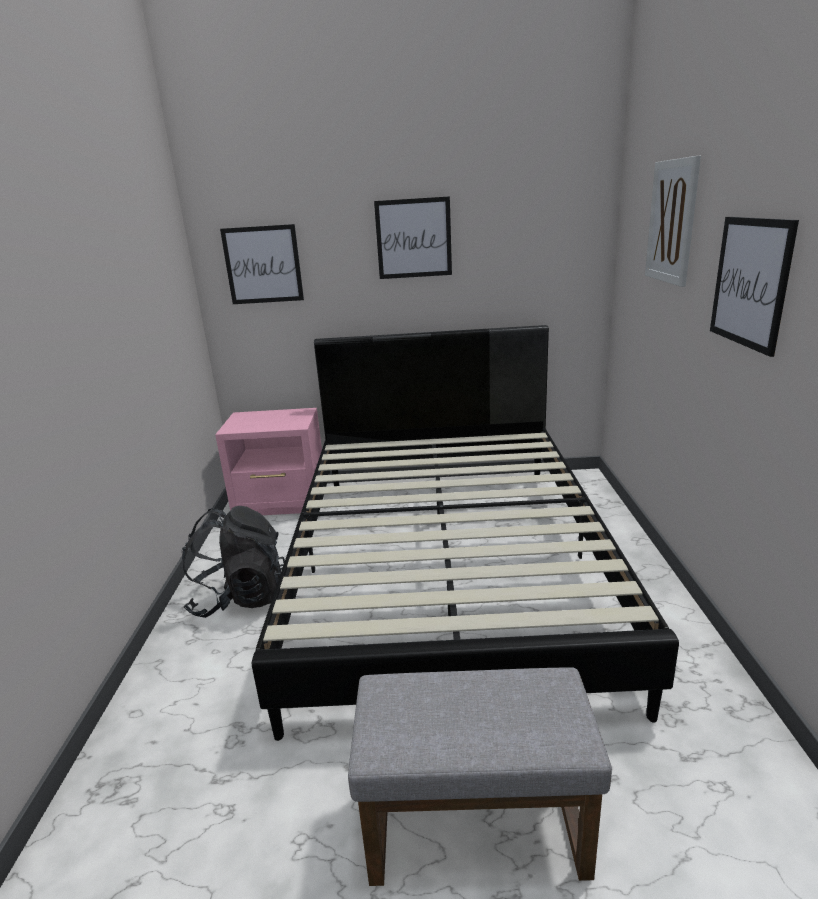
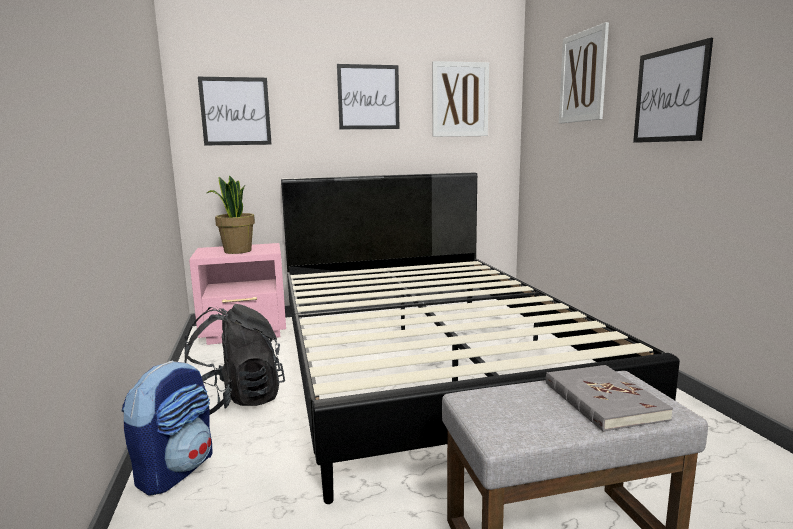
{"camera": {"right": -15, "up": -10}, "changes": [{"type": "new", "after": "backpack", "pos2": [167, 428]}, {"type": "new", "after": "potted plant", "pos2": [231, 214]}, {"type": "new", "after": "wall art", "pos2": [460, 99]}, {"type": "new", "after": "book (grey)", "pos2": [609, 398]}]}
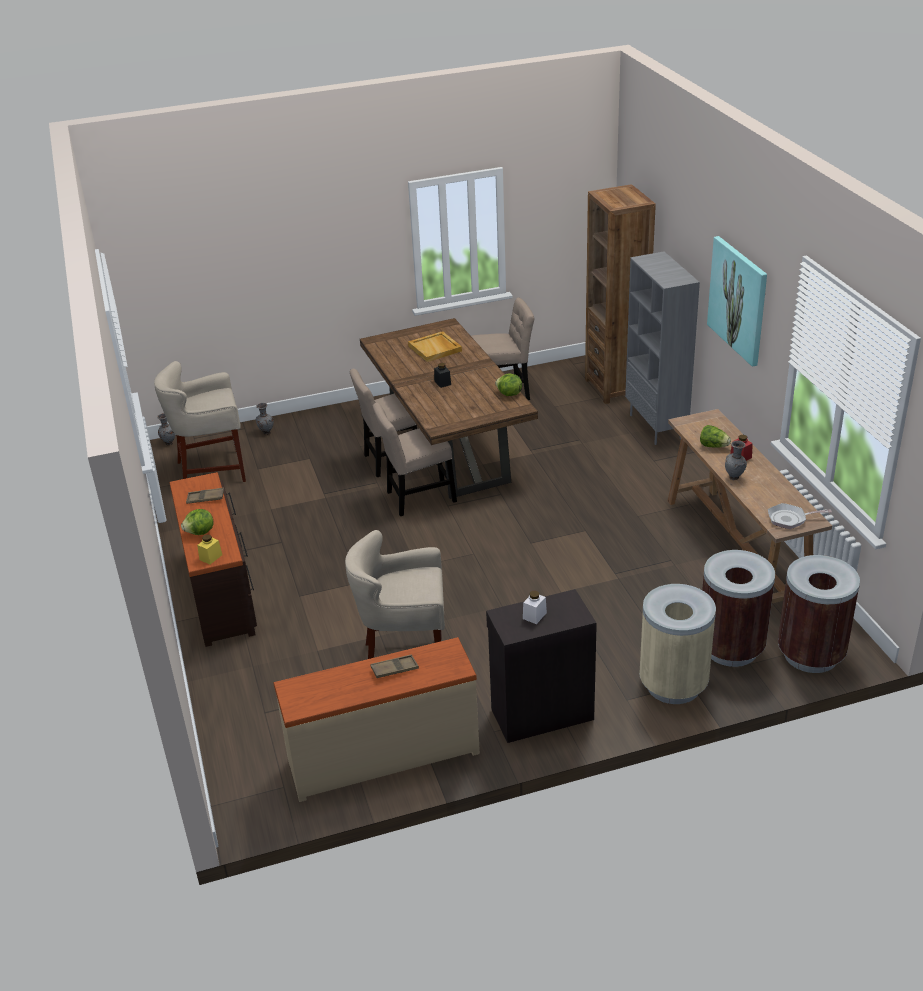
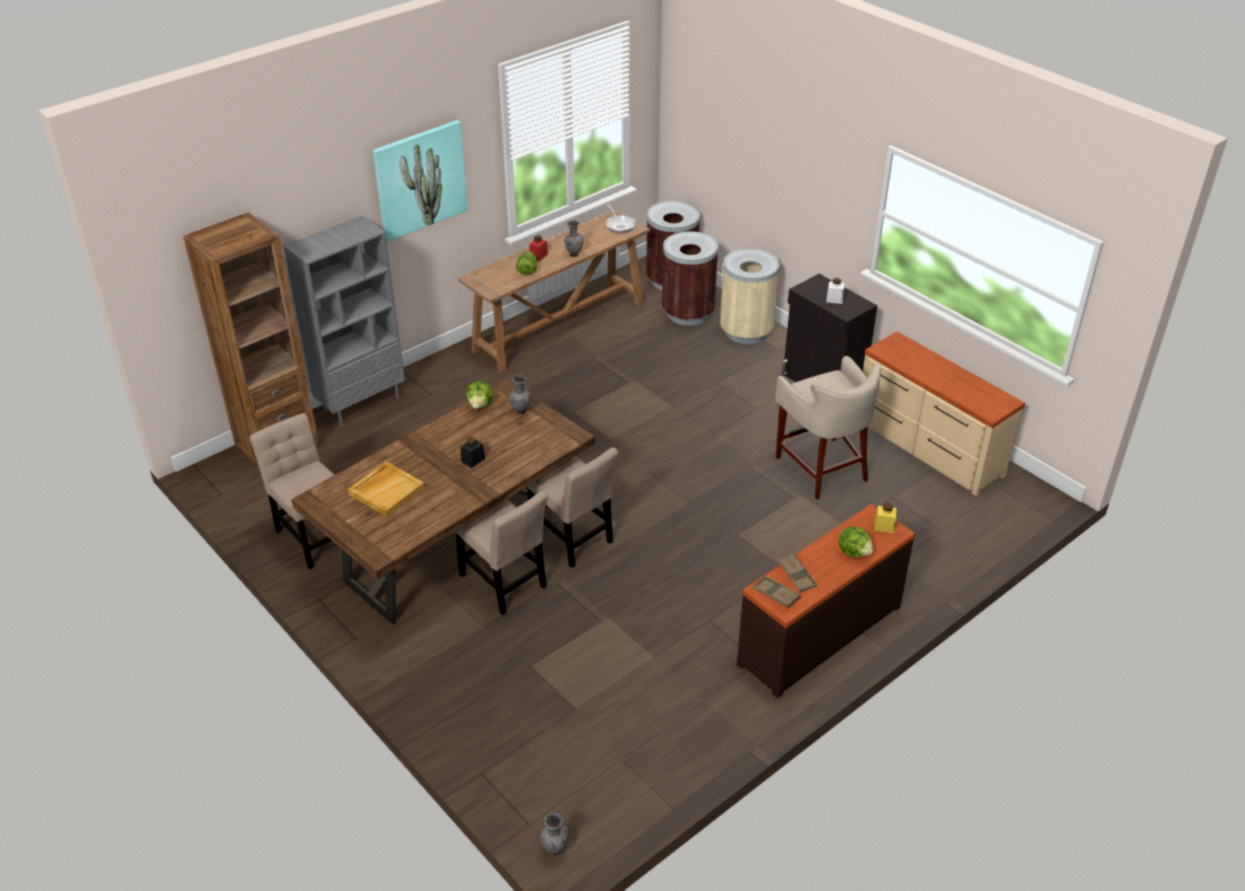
{"camera": {"right": -115, "up": 5}, "changes": [{"type": "gone", "before": "sitting stool (sand-coloured)", "pos1": [200, 421]}, {"type": "shifted", "before": "flower vase (grey)", "pos1": [265, 419], "pos2": [520, 394]}, {"type": "shifted", "before": "serving tray (brownish)", "pos1": [394, 666], "pos2": [776, 592]}]}
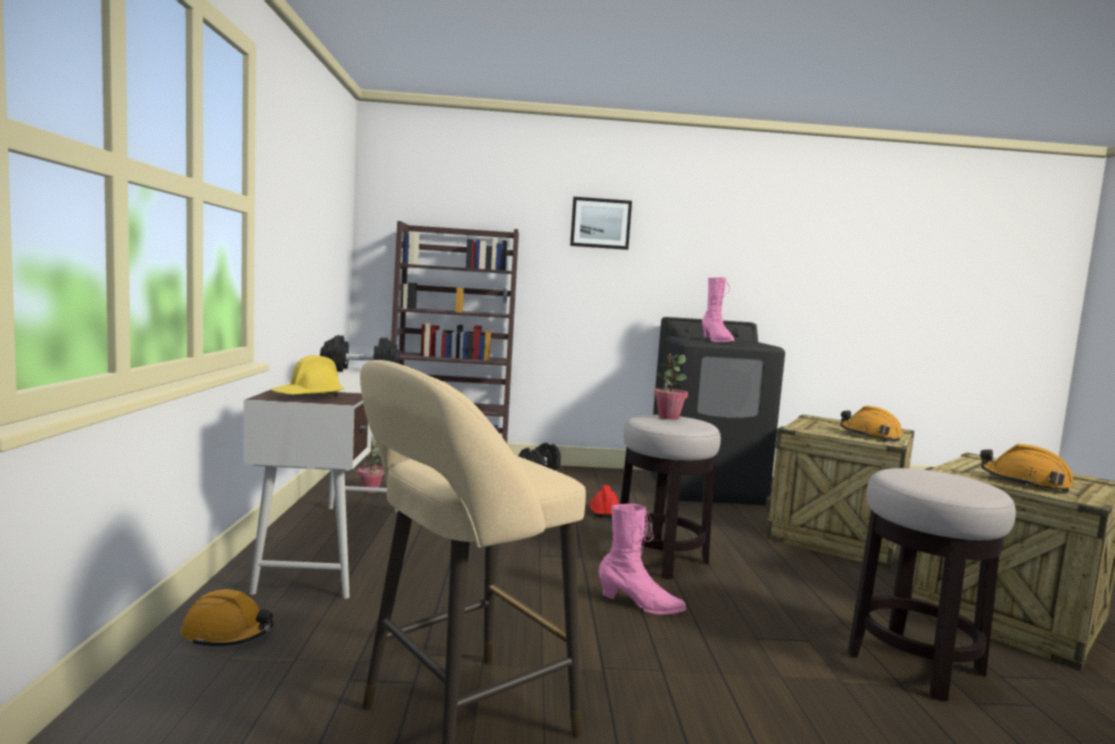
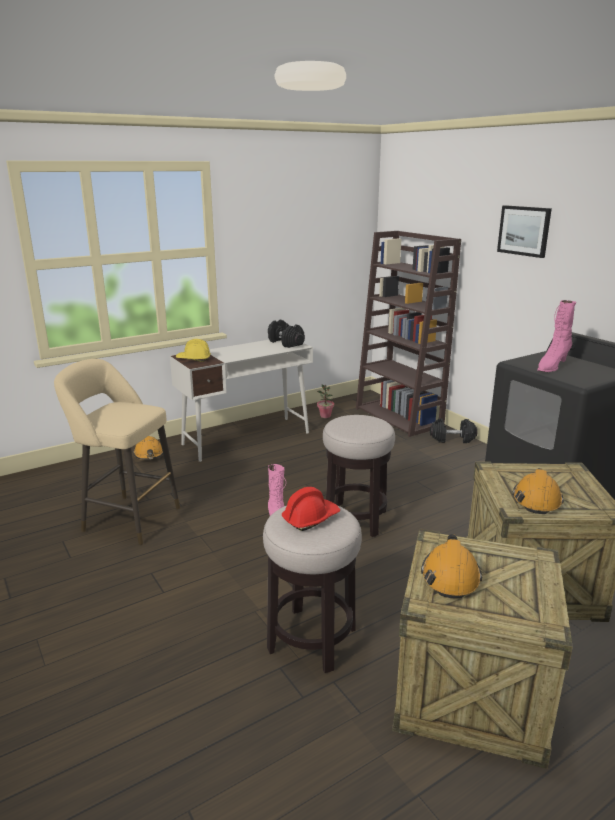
{"camera": {"right": 60, "up": 15}, "changes": [{"type": "gone", "before": "potted plant", "pos1": [671, 387]}, {"type": "shifted", "before": "work helmet (reddish)", "pos1": [604, 501], "pos2": [311, 509]}]}
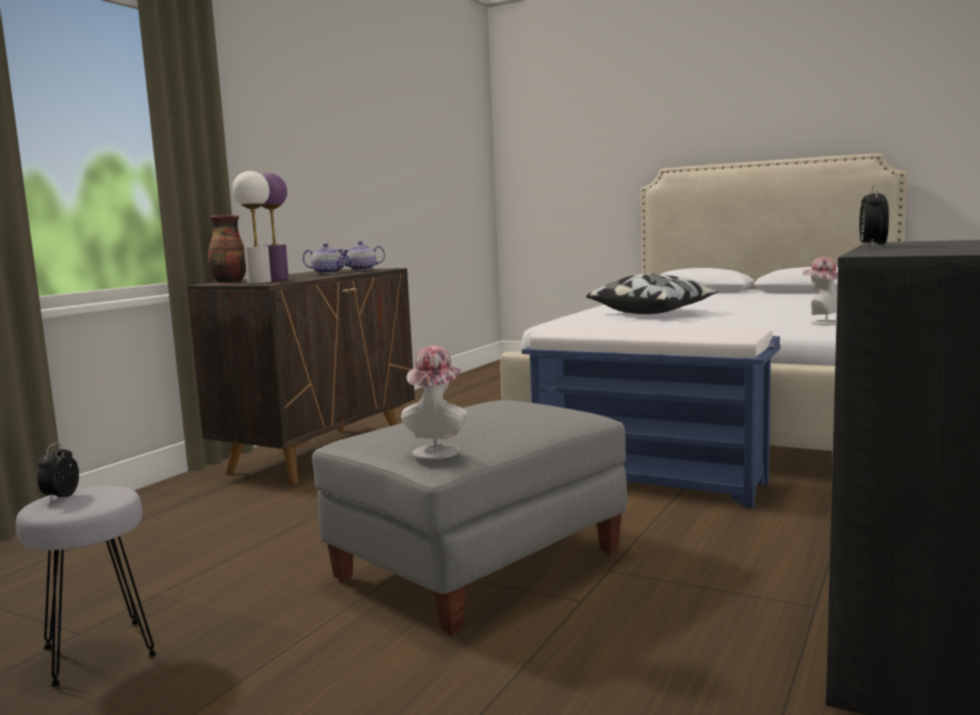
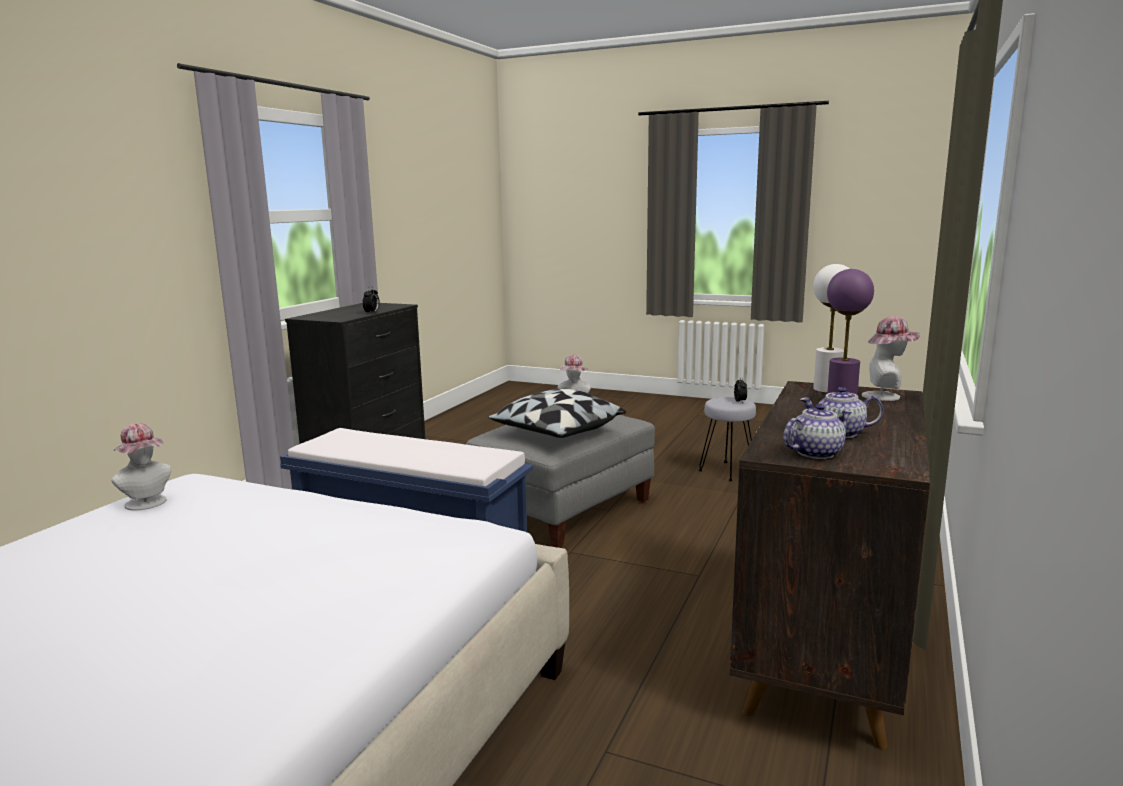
{"camera": {"right": 175, "up": 5}, "changes": [{"type": "shifted", "before": "cushion", "pos1": [652, 293], "pos2": [557, 413]}, {"type": "swapped", "before": "flower vase", "after": "hat", "pos1": [227, 249], "pos2": [891, 358]}]}
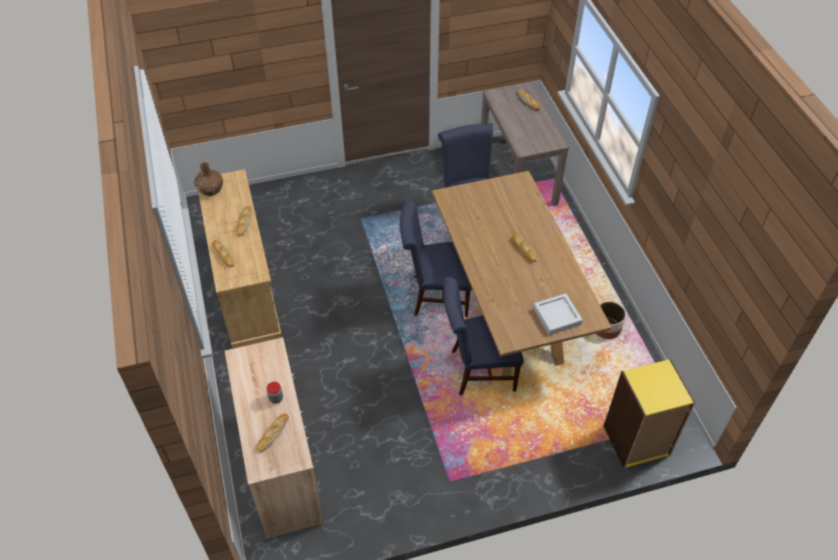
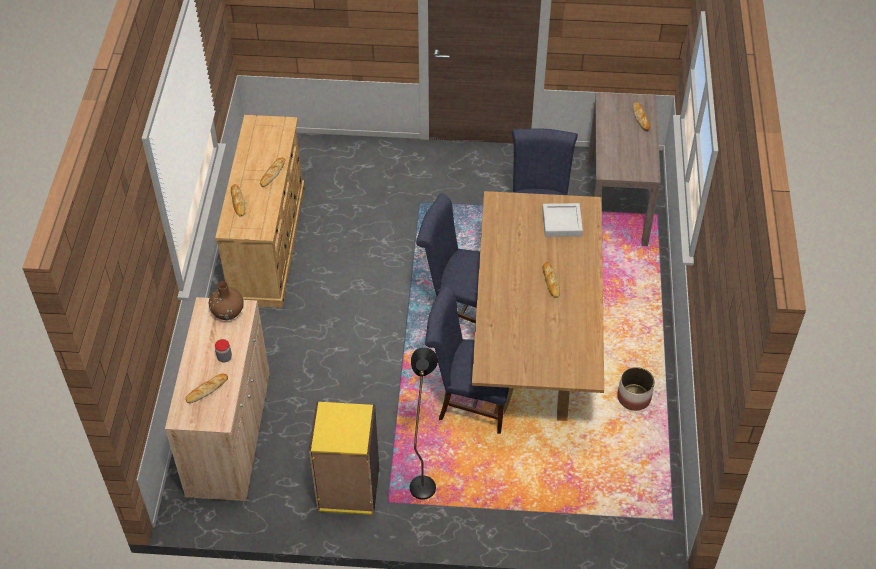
{"camera": {"right": 20, "up": 0}, "changes": [{"type": "new", "after": "standing lamp (black)", "pos2": [424, 423]}, {"type": "shifted", "before": "flower vase (brownish)", "pos1": [208, 179], "pos2": [226, 300]}, {"type": "shifted", "before": "serving tray (grey)", "pos1": [558, 314], "pos2": [562, 220]}, {"type": "shifted", "before": "bookshelf (yellow-coloured)", "pos1": [649, 413], "pos2": [344, 458]}]}
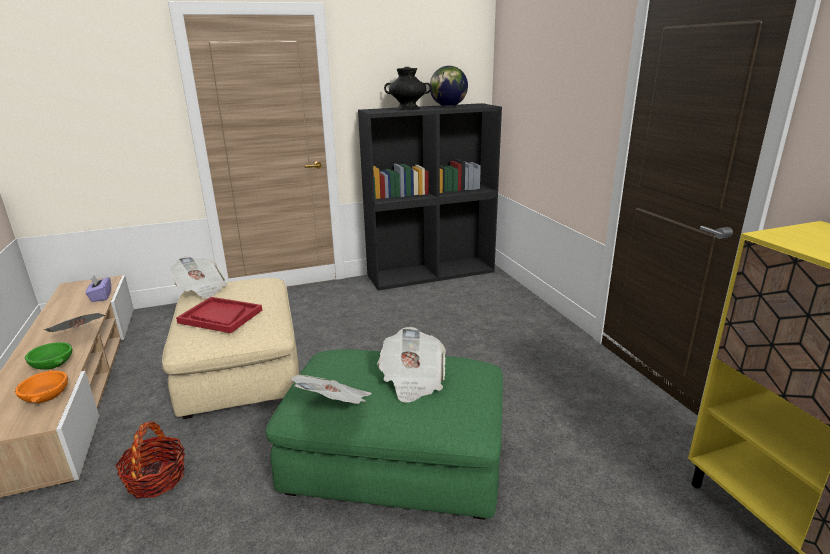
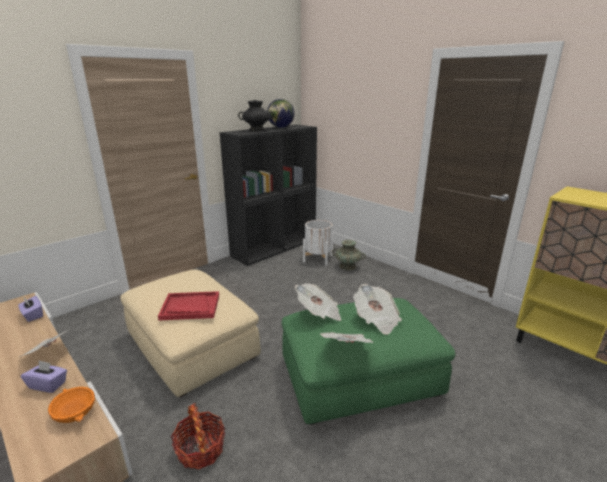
{"camera": {"right": -25, "up": 0}, "changes": [{"type": "new", "after": "planter (whitish)", "pos2": [318, 243]}, {"type": "new", "after": "flower vase (blue-green)", "pos2": [349, 255]}, {"type": "shifted", "before": "printed paper", "pos1": [198, 277], "pos2": [318, 302]}, {"type": "swapped", "before": "serving bowl (green)", "after": "tissue holder (purple)", "pos1": [48, 356], "pos2": [44, 377]}]}
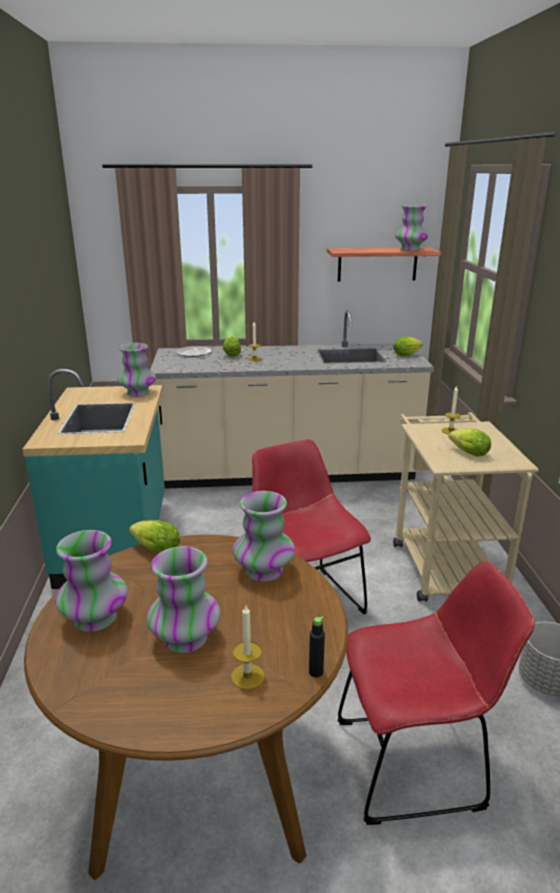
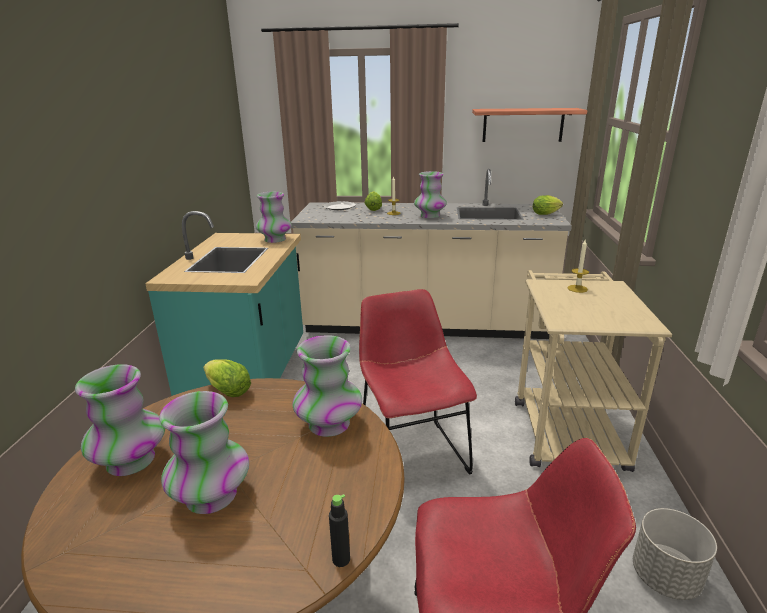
{"camera": {"right": 10, "up": 0}, "changes": [{"type": "gone", "before": "wax light", "pos1": [248, 647]}, {"type": "gone", "before": "lettuce head", "pos1": [470, 442]}, {"type": "shifted", "before": "flower vase", "pos1": [411, 228], "pos2": [430, 194]}]}
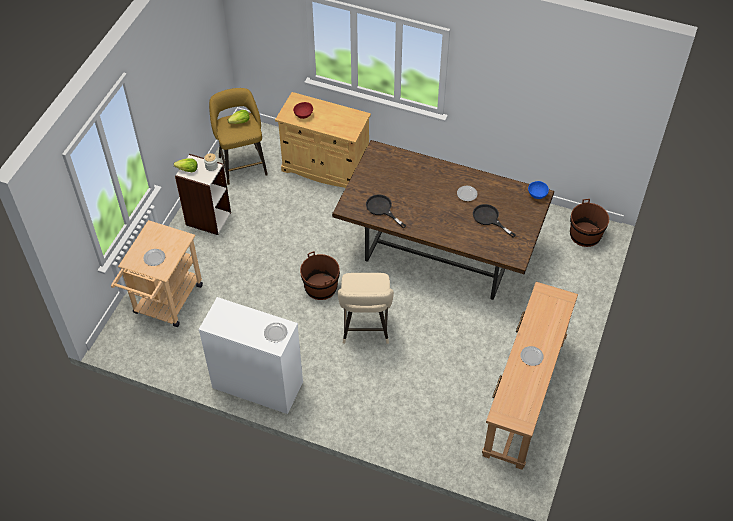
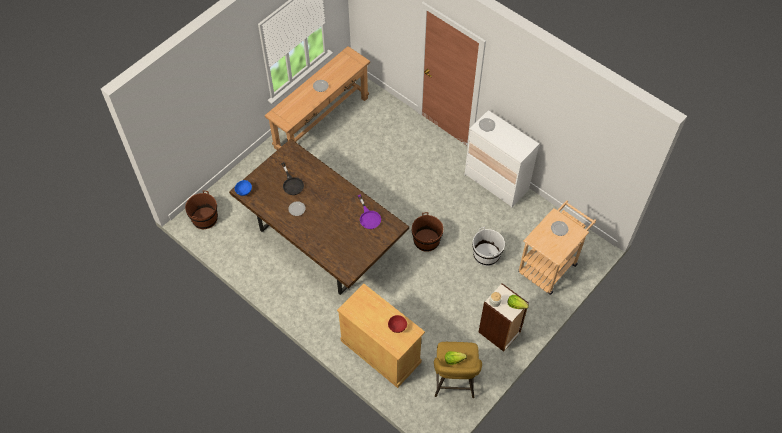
{"camera": {"right": -160, "up": 5}, "changes": [{"type": "gone", "before": "sitting stool (sand-coloured)", "pos1": [366, 308]}, {"type": "new", "after": "water bucket (whitish)", "pos2": [488, 246]}, {"type": "repainted", "before": "frying pan (black)", "after": "frying pan (purple)", "pos1": [386, 211], "pos2": [369, 212]}]}
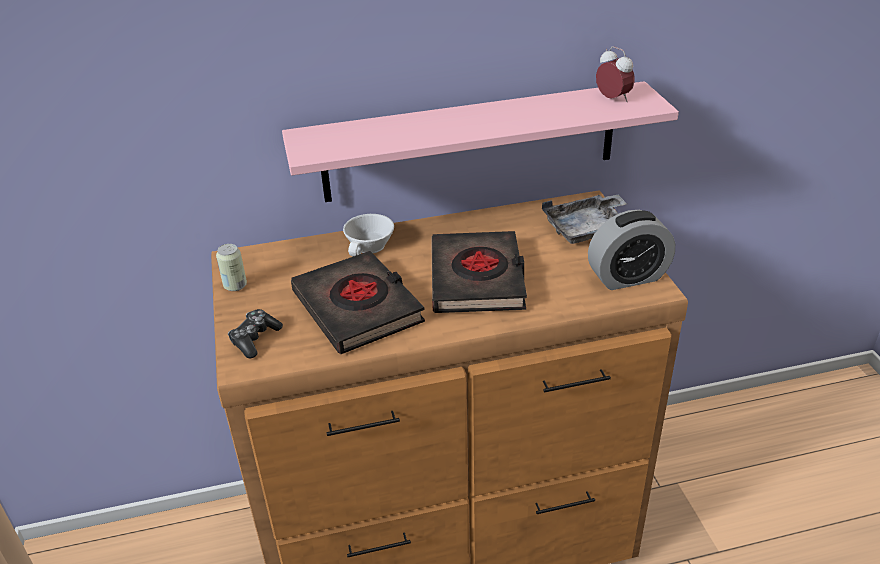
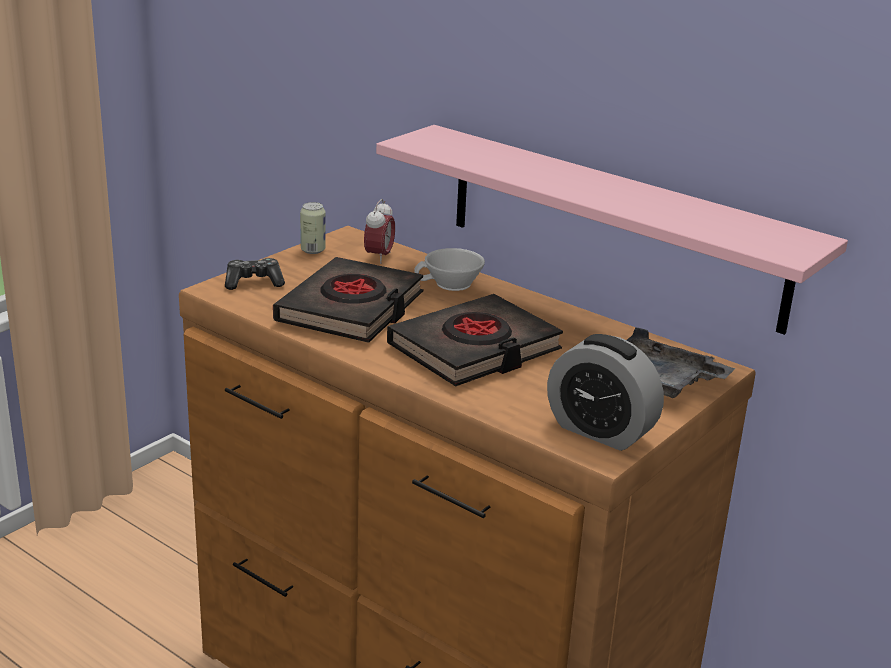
{"camera": {"right": 50, "up": -10}, "changes": [{"type": "shifted", "before": "bedside clock", "pos1": [615, 74], "pos2": [379, 231]}]}
